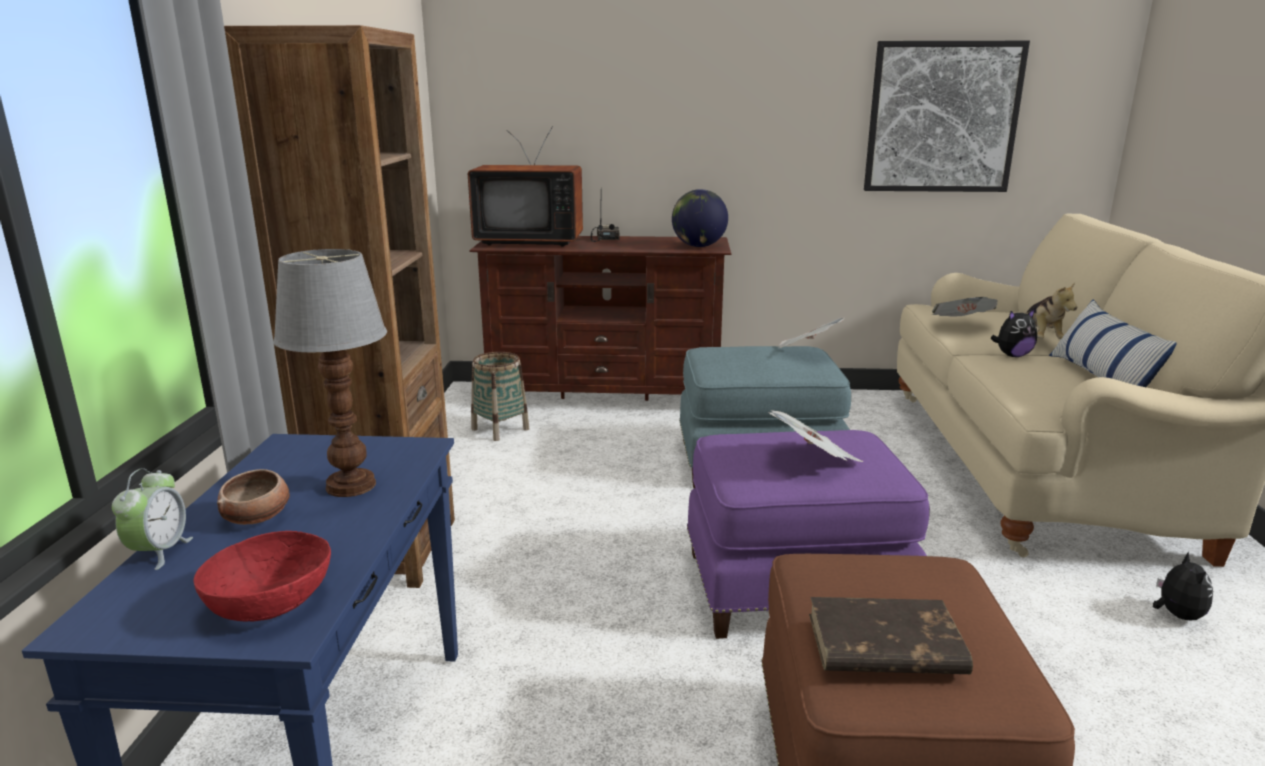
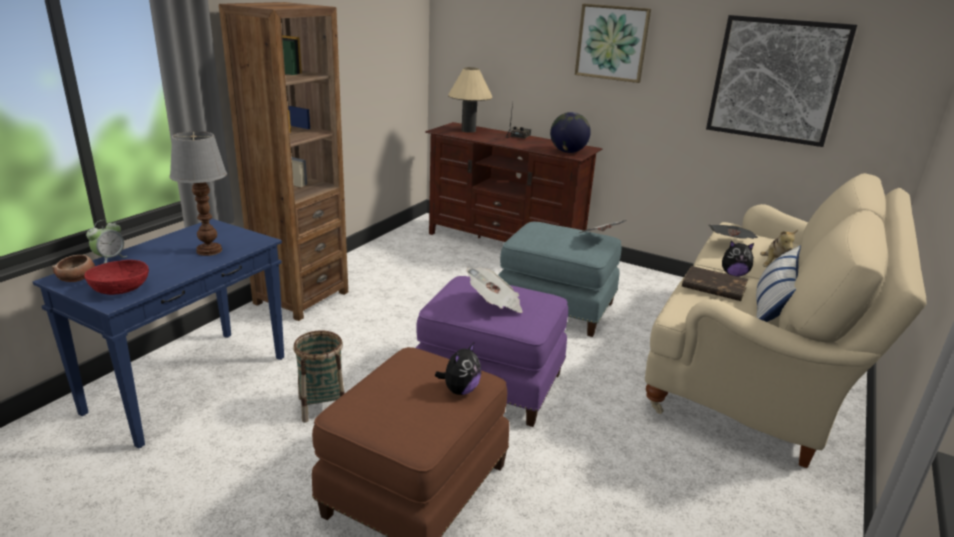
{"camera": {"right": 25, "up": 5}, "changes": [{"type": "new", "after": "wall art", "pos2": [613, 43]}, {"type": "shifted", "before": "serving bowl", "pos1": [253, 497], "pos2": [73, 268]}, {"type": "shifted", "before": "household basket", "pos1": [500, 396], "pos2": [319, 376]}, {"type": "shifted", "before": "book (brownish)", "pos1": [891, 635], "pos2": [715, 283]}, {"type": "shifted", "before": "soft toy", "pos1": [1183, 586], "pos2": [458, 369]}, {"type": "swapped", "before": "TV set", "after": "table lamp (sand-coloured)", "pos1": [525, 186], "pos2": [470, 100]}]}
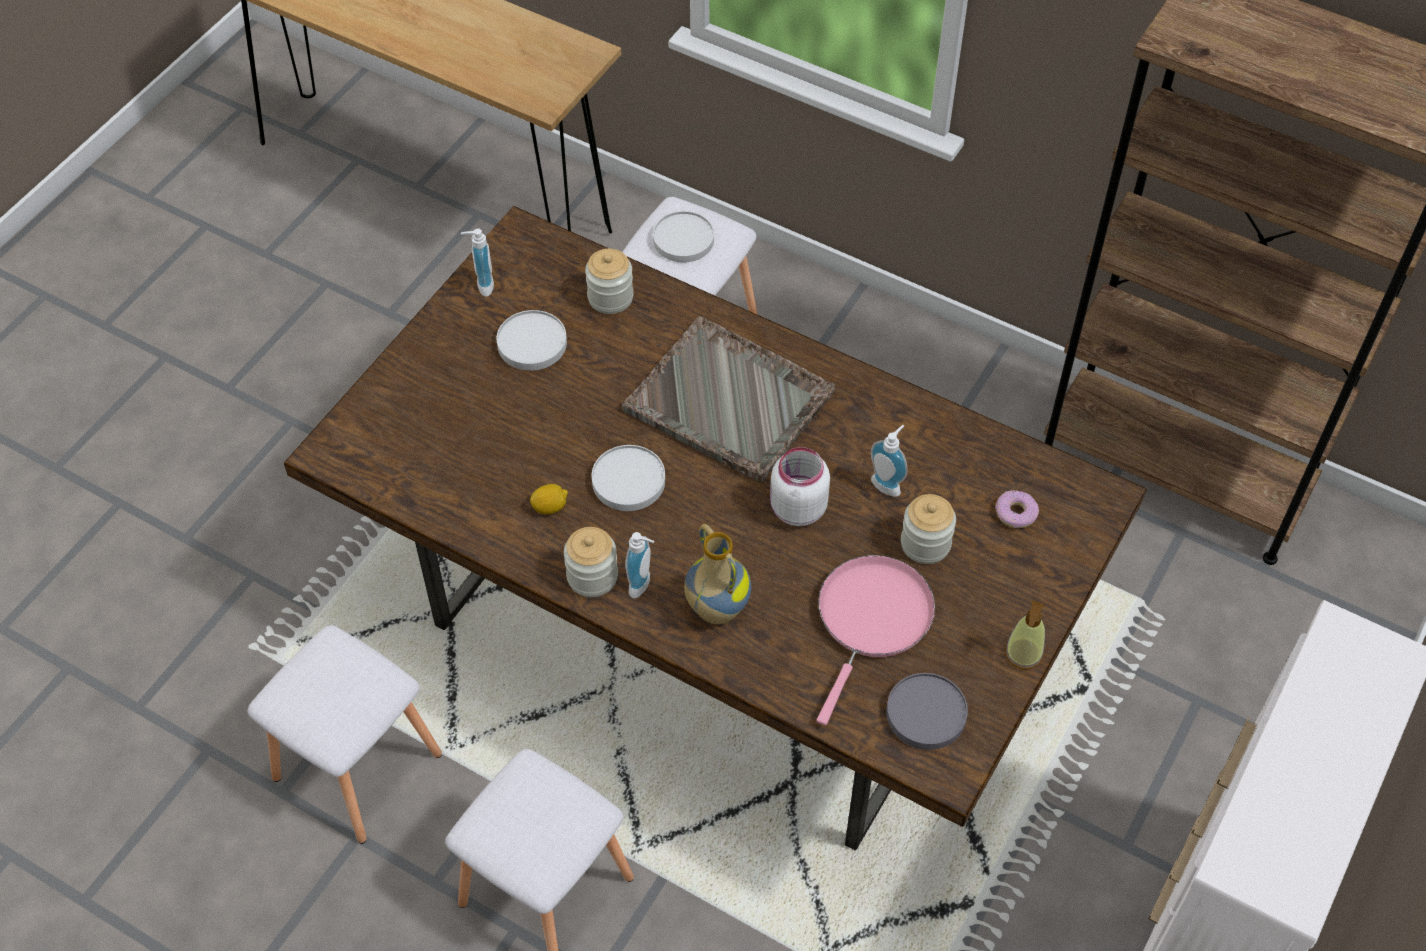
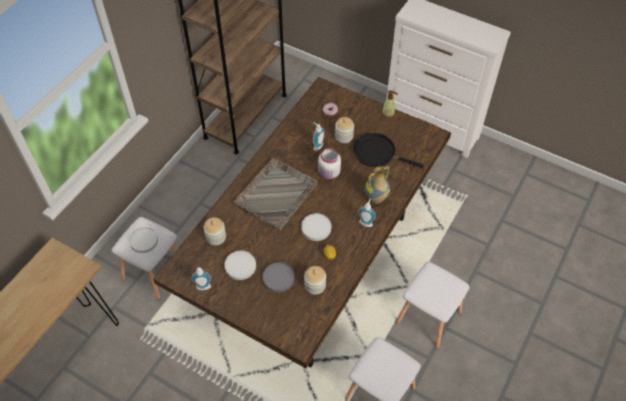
{"camera": {"right": -90, "up": 0}, "changes": [{"type": "shifted", "before": "jar", "pos1": [591, 562], "pos2": [315, 280]}, {"type": "shifted", "before": "flat dish (grey)", "pos1": [927, 711], "pos2": [278, 277]}, {"type": "repainted", "before": "frying pan (pinkish)", "after": "frying pan (black)", "pos1": [875, 640], "pos2": [388, 150]}]}
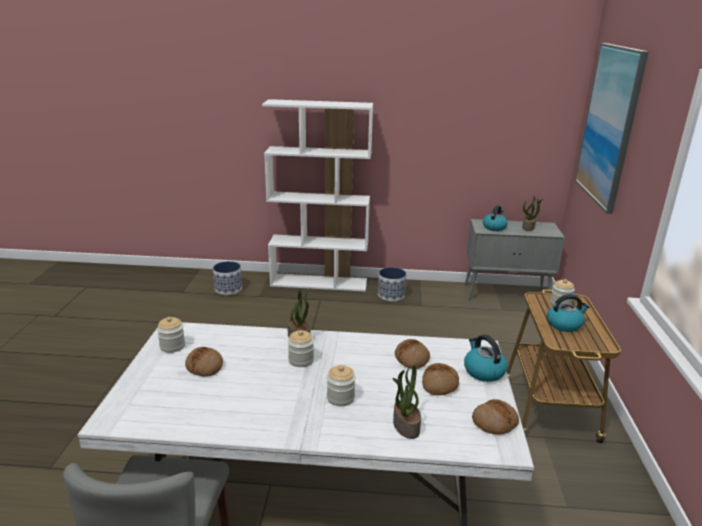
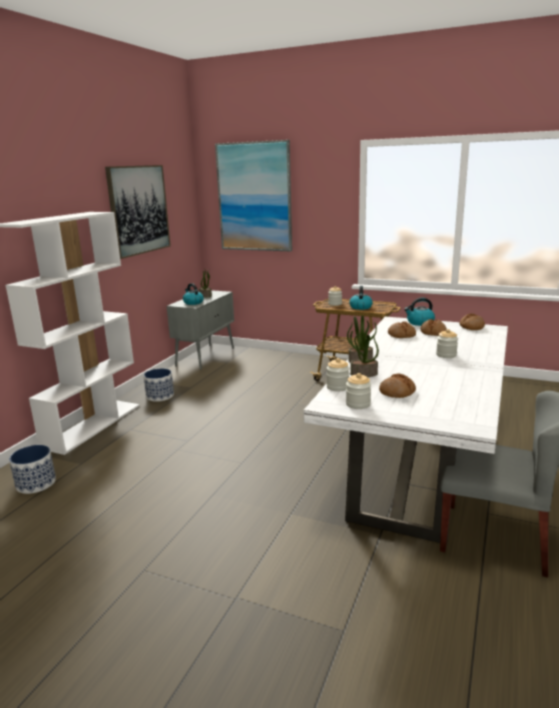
{"camera": {"right": -70, "up": -5}, "changes": [{"type": "new", "after": "wall art", "pos2": [138, 212]}, {"type": "shifted", "before": "jar", "pos1": [301, 348], "pos2": [338, 374]}, {"type": "shifted", "before": "potted plant", "pos1": [407, 402], "pos2": [364, 352]}]}
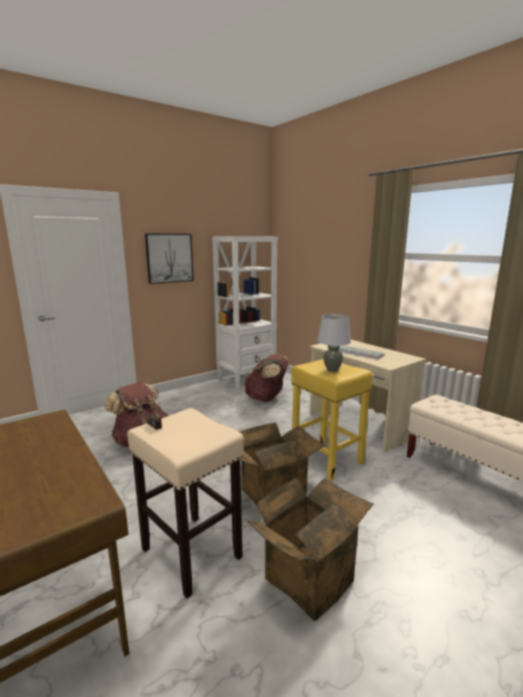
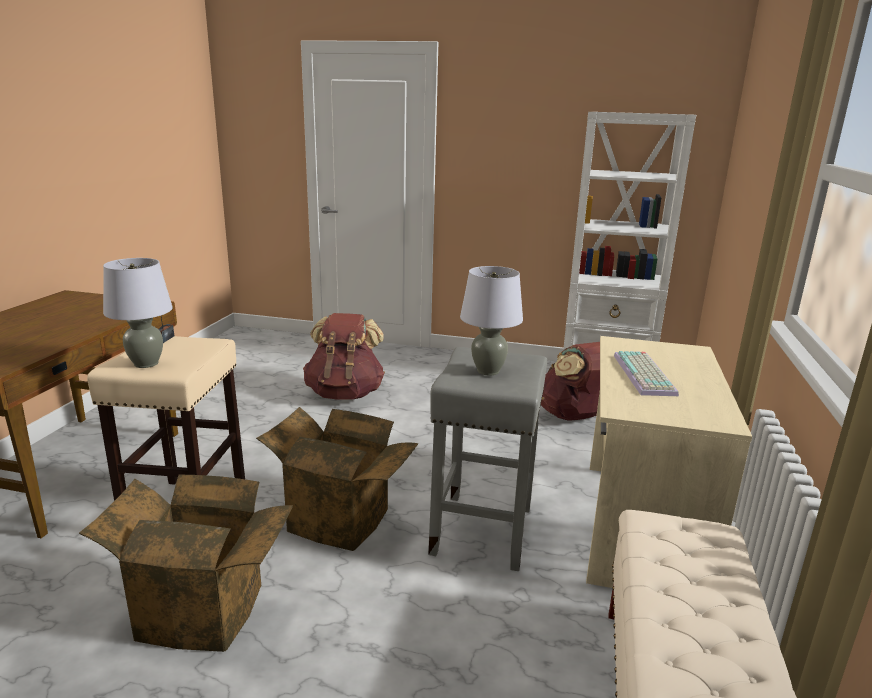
{"camera": {"right": 50, "up": 5}, "changes": [{"type": "gone", "before": "wall art", "pos1": [169, 259]}, {"type": "new", "after": "table lamp (grey)", "pos2": [138, 313]}, {"type": "repainted", "before": "sitting stool (yellow-coloured)", "after": "sitting stool (grey)", "pos1": [332, 420], "pos2": [487, 459]}]}
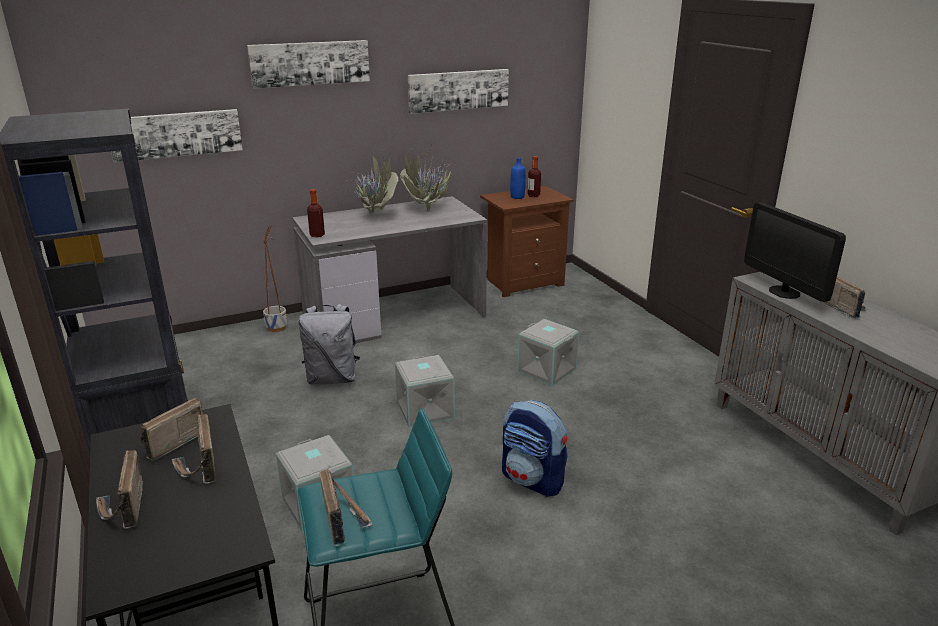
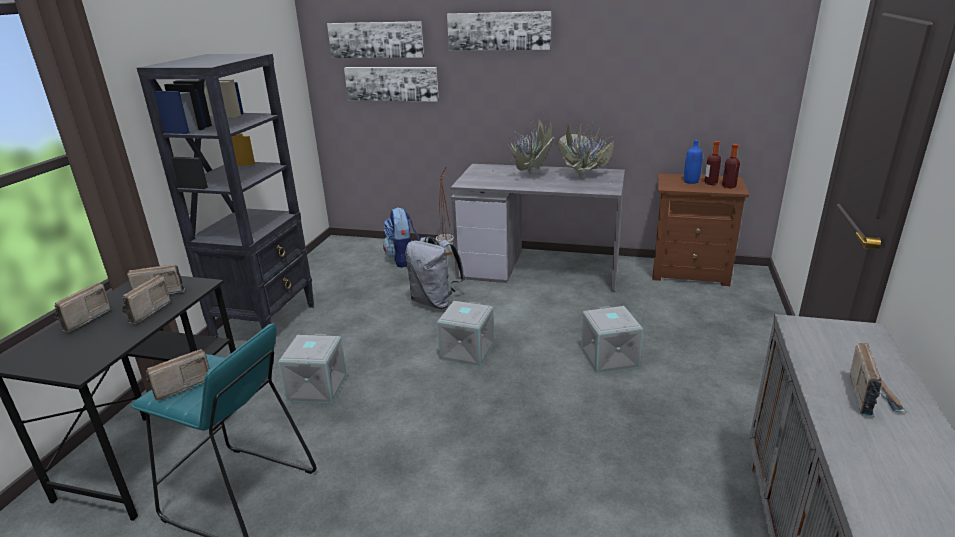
{"camera": {"right": 40, "up": 0}, "changes": [{"type": "gone", "before": "computer screen", "pos1": [795, 252]}, {"type": "shifted", "before": "drink bottle", "pos1": [316, 213], "pos2": [731, 166]}, {"type": "shifted", "before": "wall art", "pos1": [458, 91], "pos2": [375, 39]}, {"type": "shifted", "before": "backpack", "pos1": [535, 448], "pos2": [401, 237]}, {"type": "rotated", "before": "radio receiver", "pos1": [346, 507], "pos2": [178, 375], "turn": -150}]}
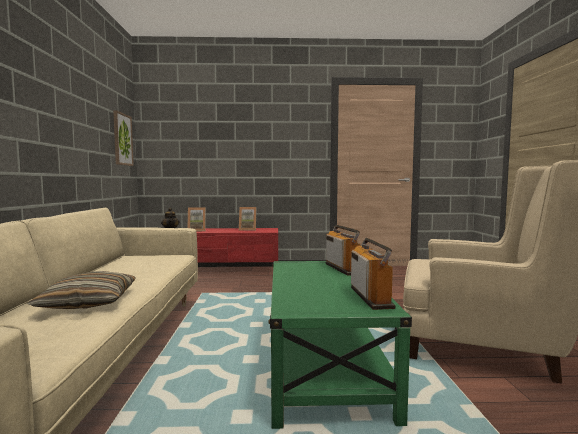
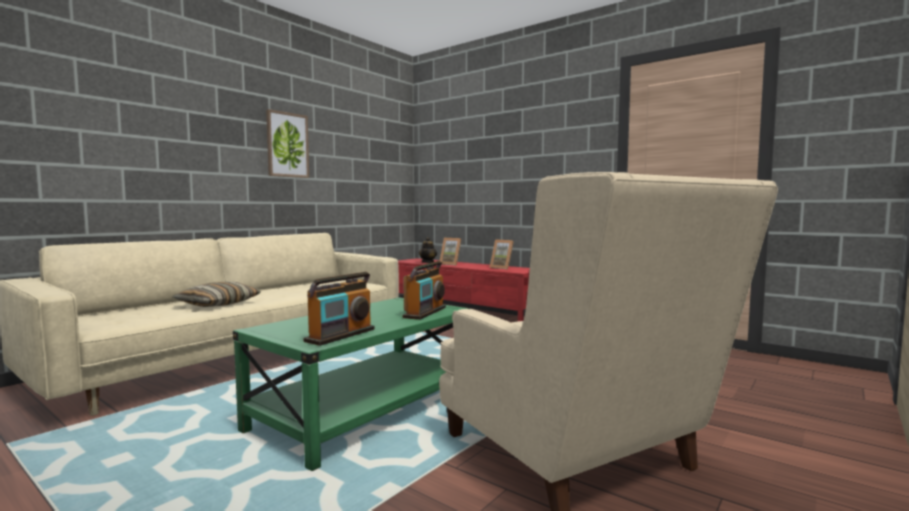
{"camera": {"right": 40, "up": 0}, "changes": [{"type": "shifted", "before": "wall art", "pos1": [123, 138], "pos2": [287, 143]}]}
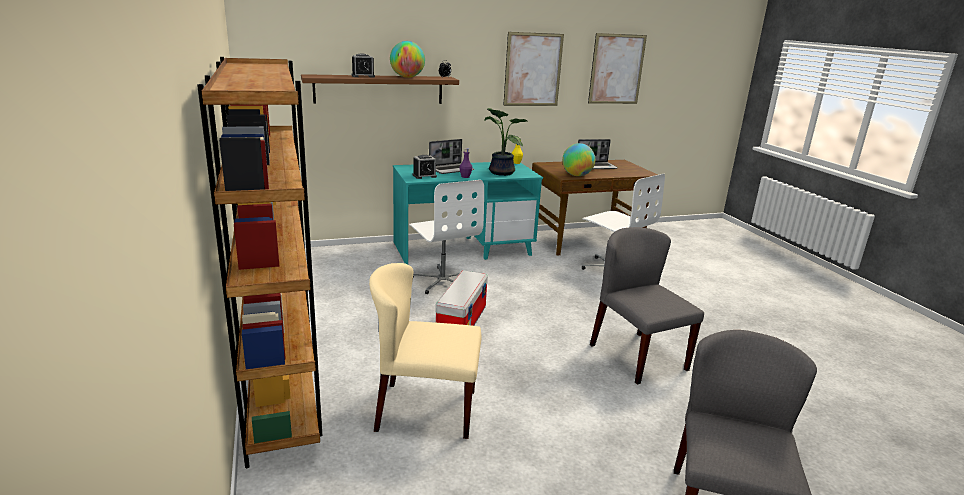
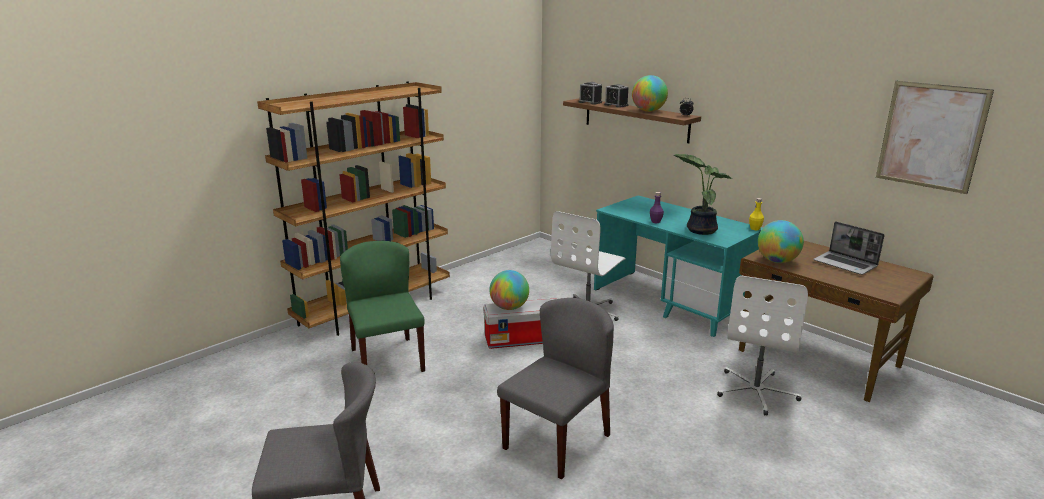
{"camera": {"right": 65, "up": 0}, "changes": [{"type": "gone", "before": "notebook computer", "pos1": [452, 156]}, {"type": "gone", "before": "wall art", "pos1": [534, 69]}, {"type": "new", "after": "desk globe", "pos2": [509, 290]}, {"type": "shifted", "before": "bedside clock", "pos1": [425, 167], "pos2": [590, 93]}, {"type": "repainted", "before": "plain chair (sand-coloured)", "after": "plain chair (green)", "pos1": [425, 351], "pos2": [382, 306]}]}
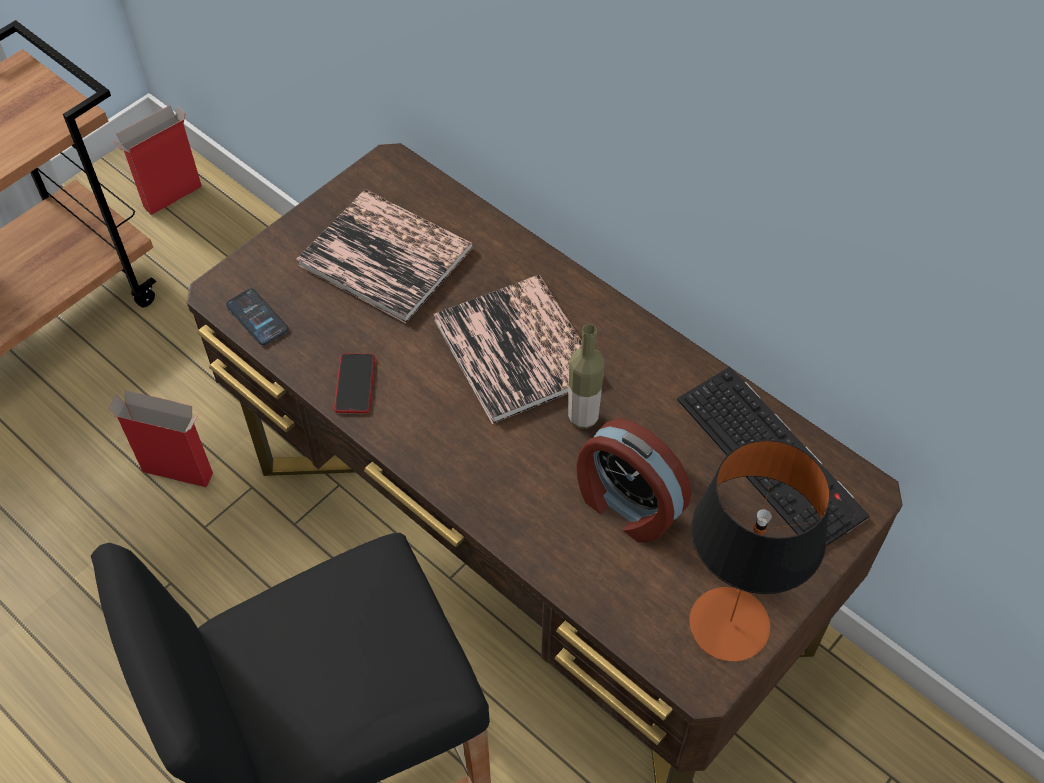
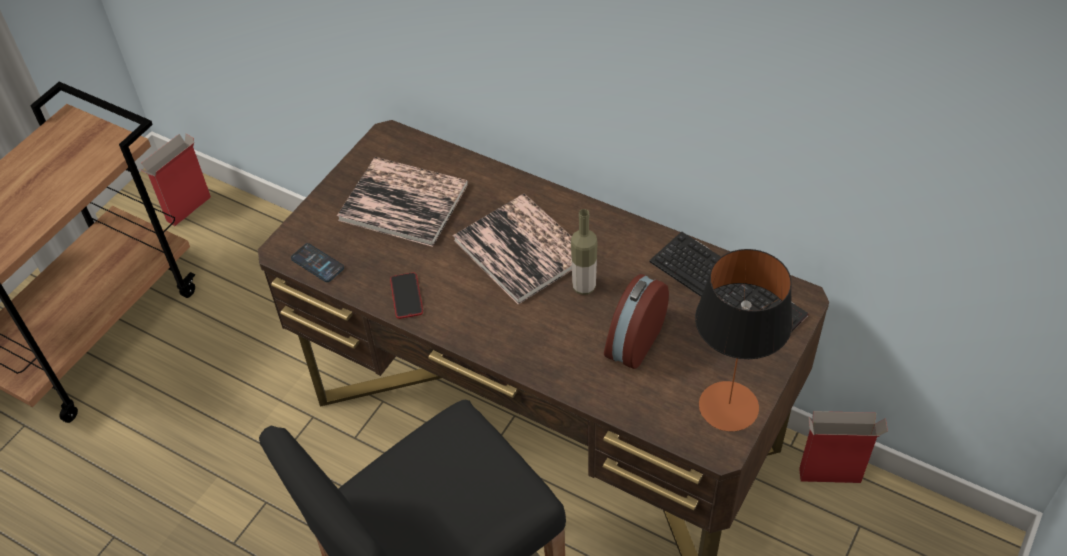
{"camera": {"right": -10, "up": -5}, "changes": [{"type": "shifted", "before": "carton", "pos1": [160, 438], "pos2": [843, 447]}, {"type": "rotated", "before": "bedside clock", "pos1": [633, 480], "pos2": [636, 321], "turn": 90}]}
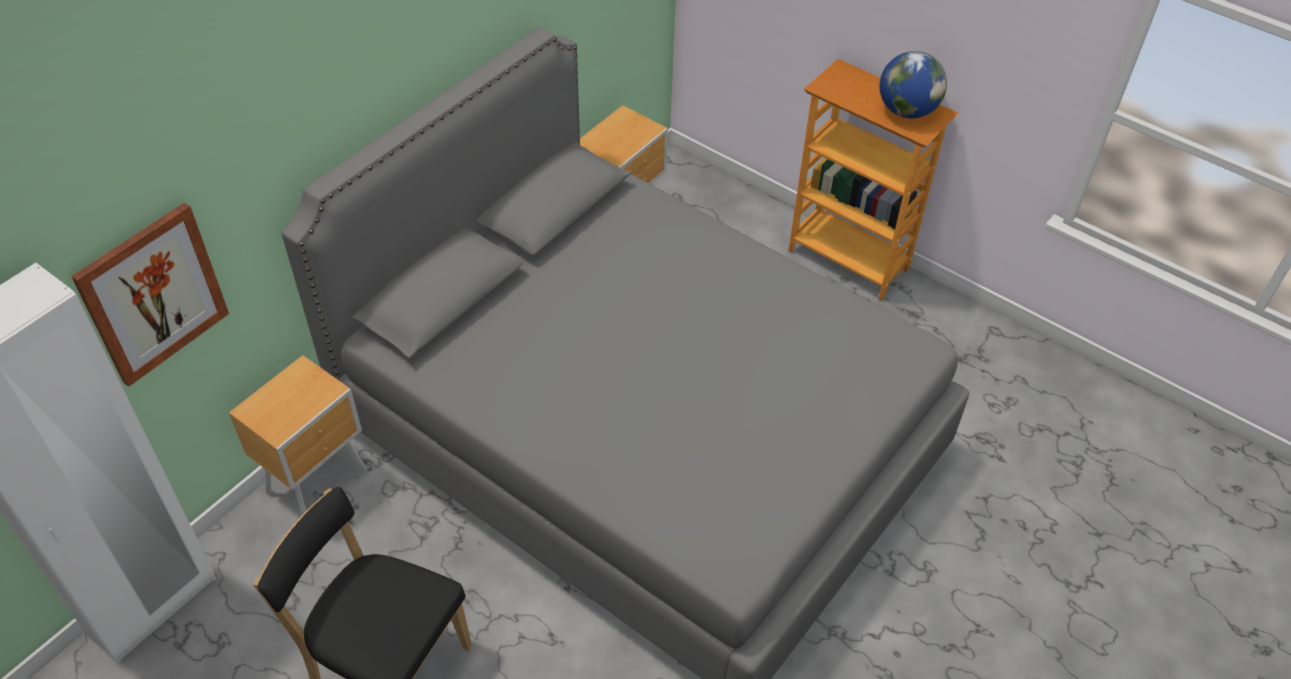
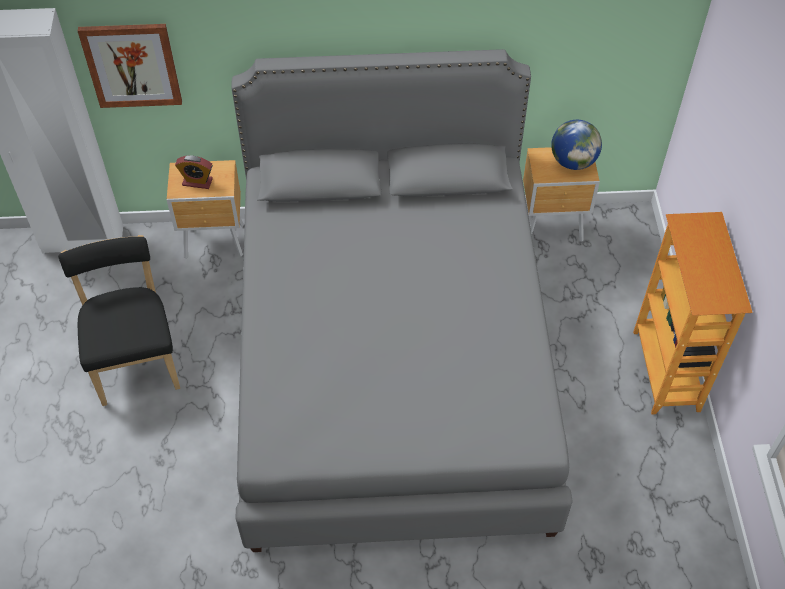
{"camera": {"right": 50, "up": 5}, "changes": [{"type": "new", "after": "bedside clock", "pos2": [194, 172]}, {"type": "shifted", "before": "desk globe", "pos1": [913, 84], "pos2": [576, 145]}]}
